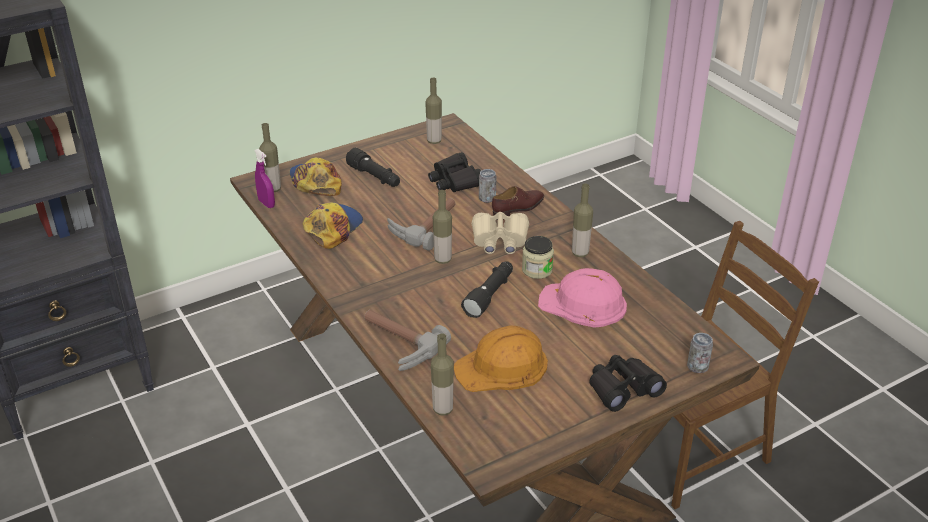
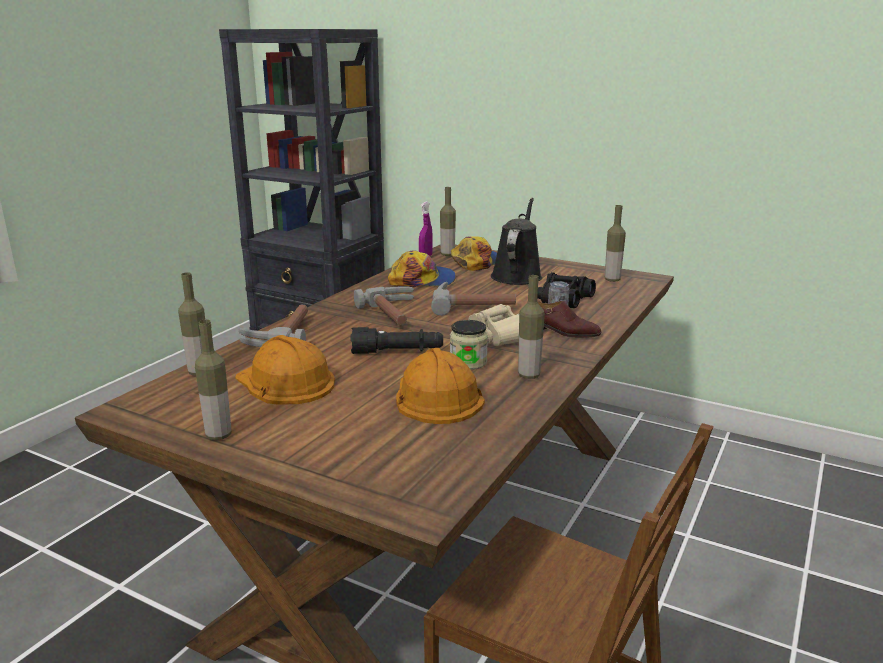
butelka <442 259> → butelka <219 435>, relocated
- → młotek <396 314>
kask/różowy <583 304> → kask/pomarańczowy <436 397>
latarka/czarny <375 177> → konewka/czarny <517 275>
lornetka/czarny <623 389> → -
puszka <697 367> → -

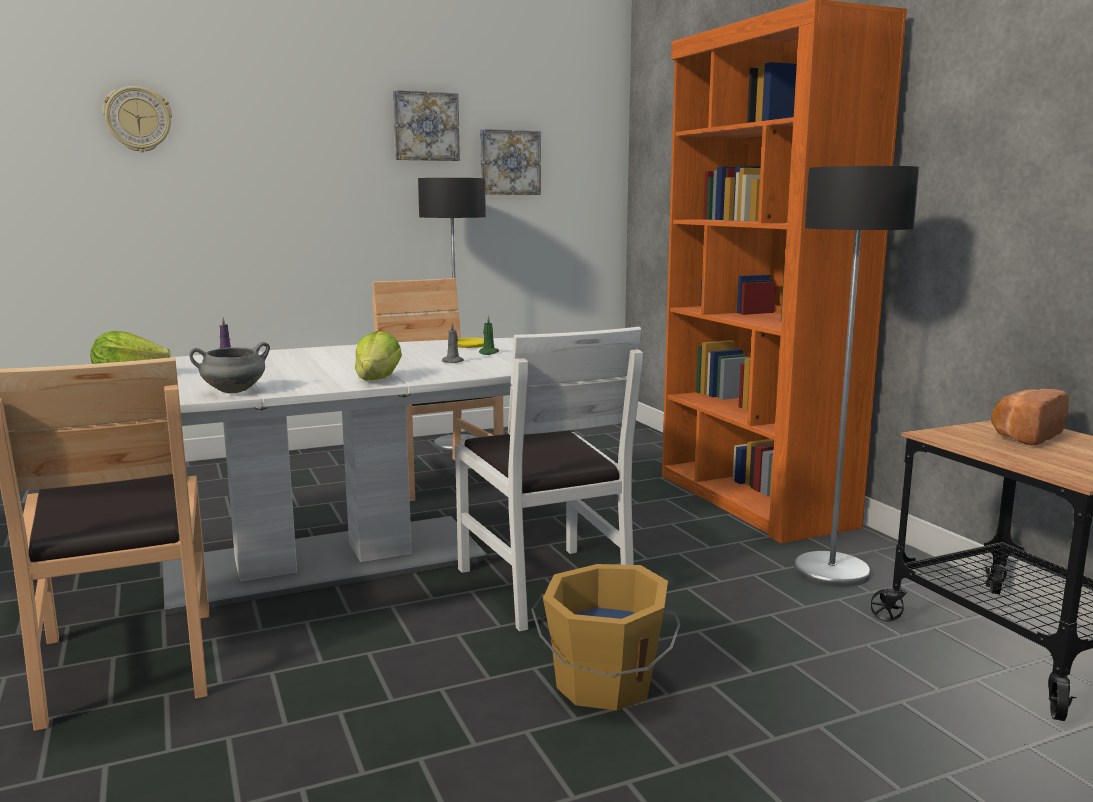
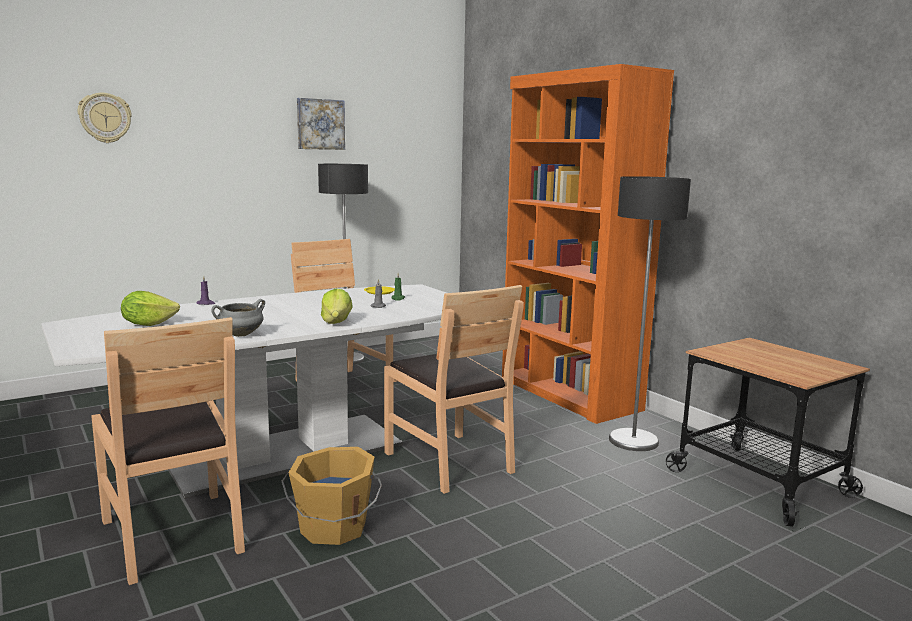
wiadro/pomarańczowy <604 684> → wiadro/pomarańczowy <333 528>, relocated
krzesło/biały <545 586> → krzesło/brązowy <449 461>
obraz <509 163> → -
chleb <1024 436> → -

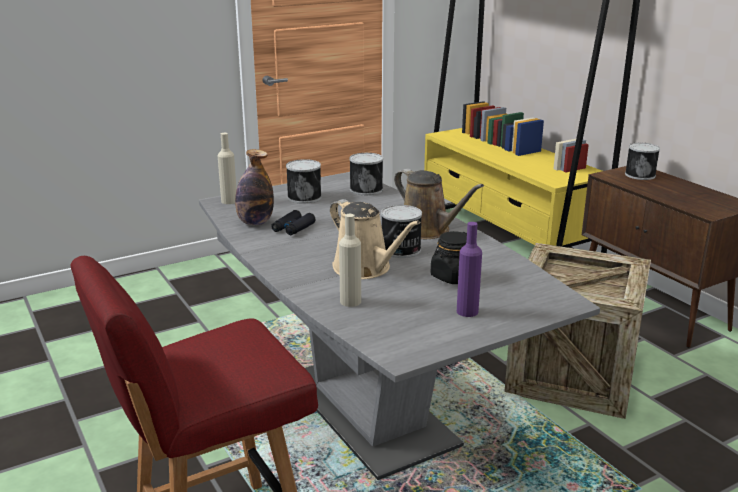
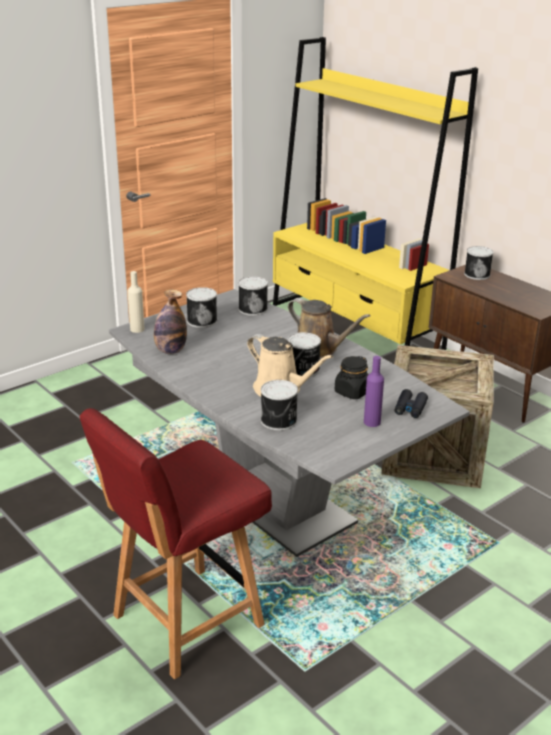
butelka/beżowy <350 301> → puszka <279 421>
lornetka/czarny <293 228> → lornetka/czarny <410 408>, relocated

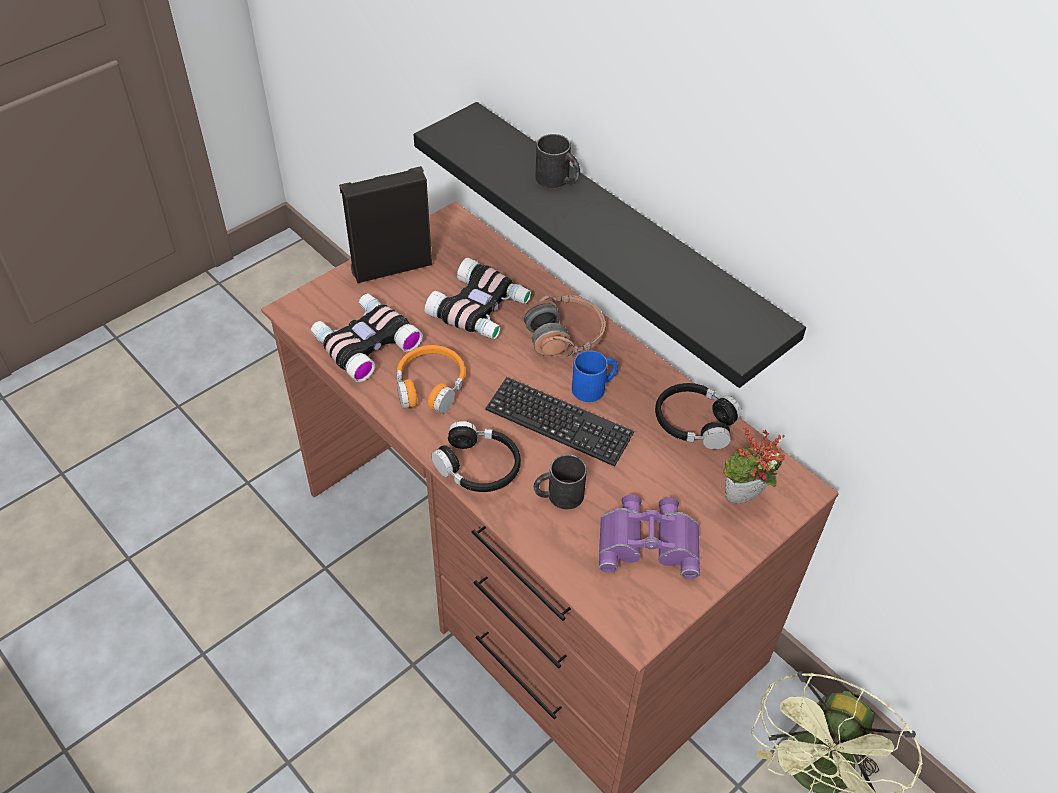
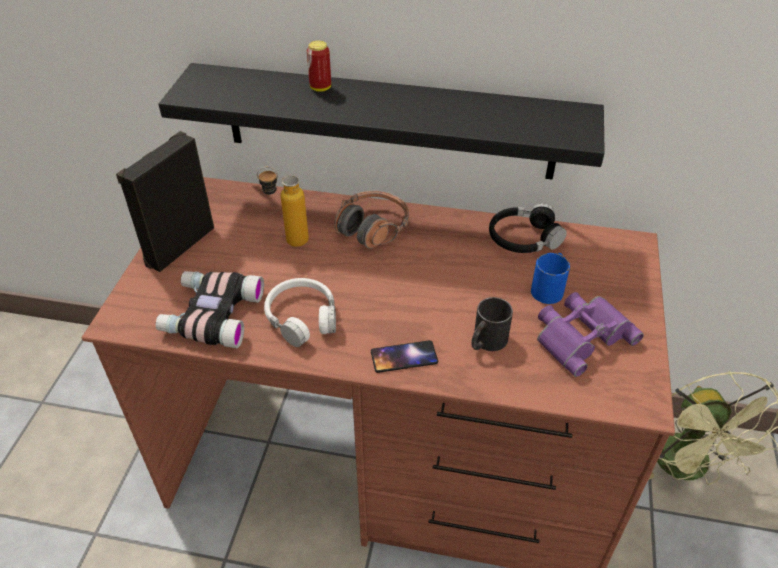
lornetka <481 309> → butelka <288 241>
słuchawki/pomarańczowy <430 386> → słuchawki/biały <302 318>
kubek/czarny <558 180> → puszka <320 88>
słuchawki/czarny <478 467> → telefon <404 357>
kubek/niebieski <594 387> → kubek/niebieski <549 287>, relocated
klawiatura <558 423> → -
roślina doniczkowa <743 500> → -

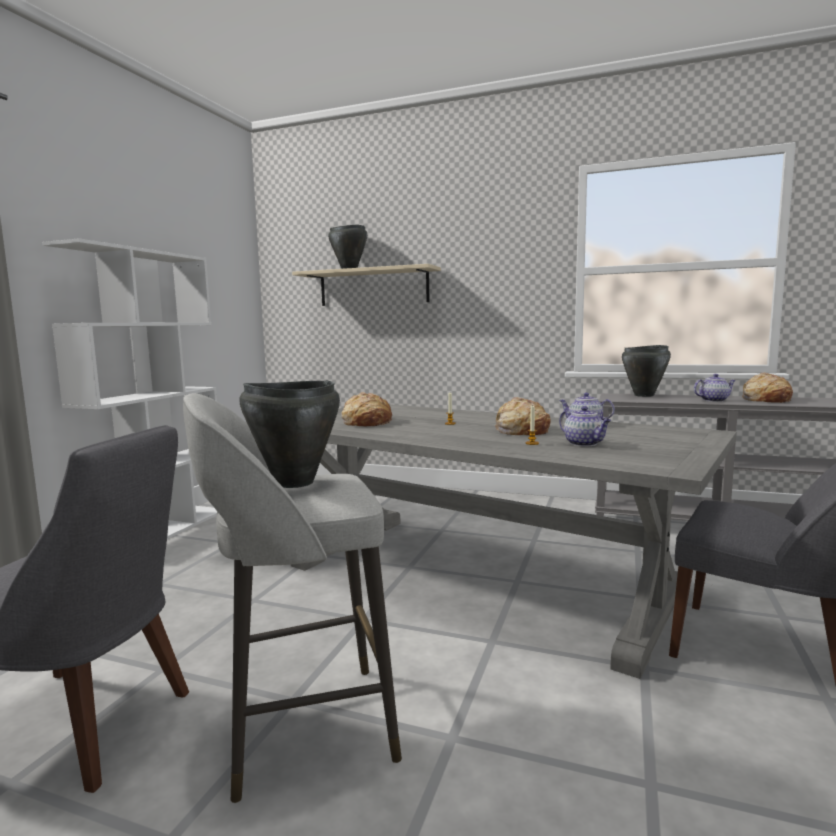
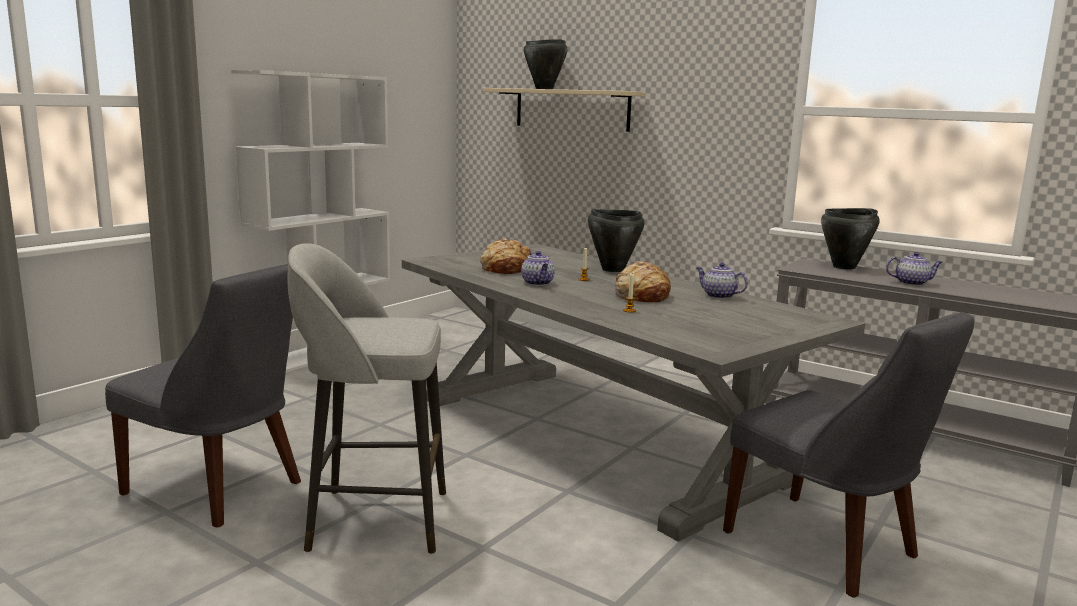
imbryk <584 444> → imbryk <538 283>, relocated
garnek/czarny <293 482> → garnek/czarny <612 269>, relocated
chleb <766 399> → -

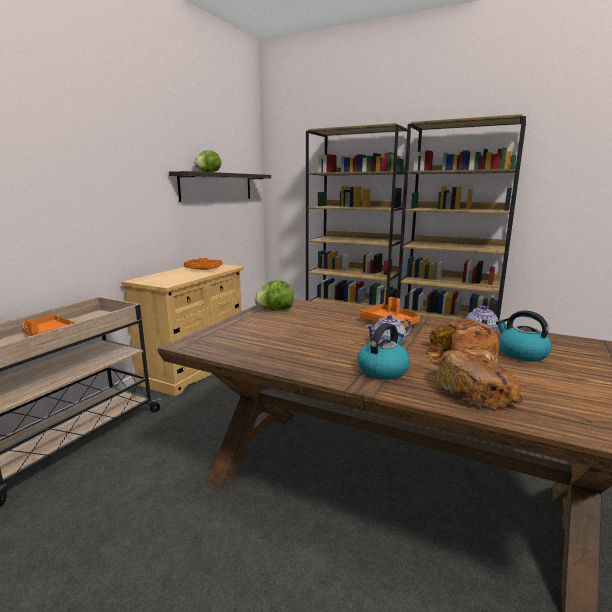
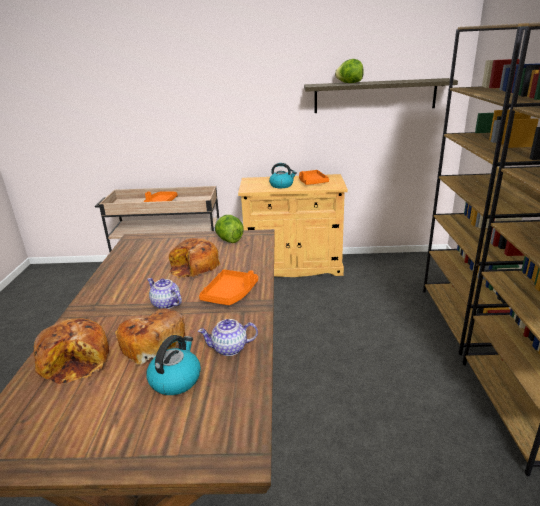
- → chleb <194 267>
czajnik <383 370> → czajnik <282 185>, relocated

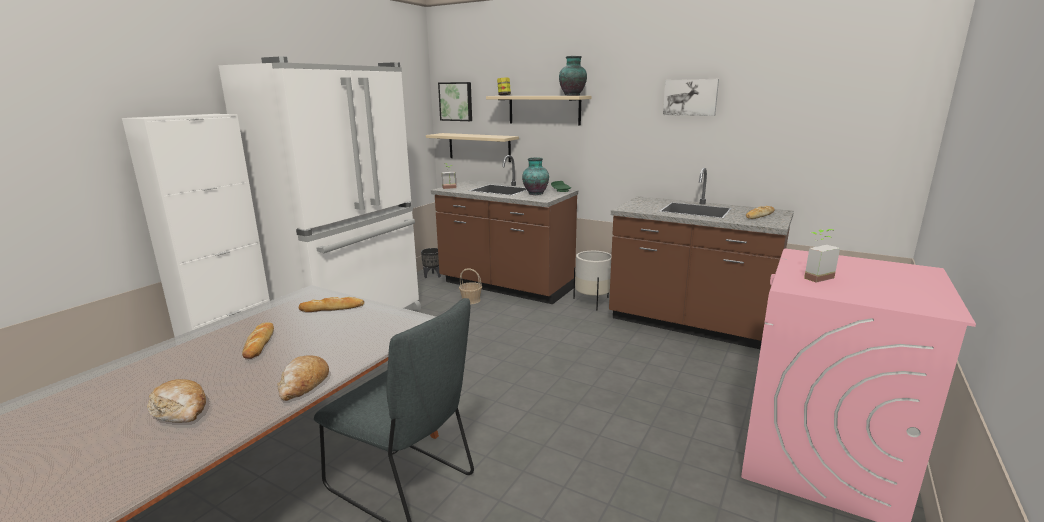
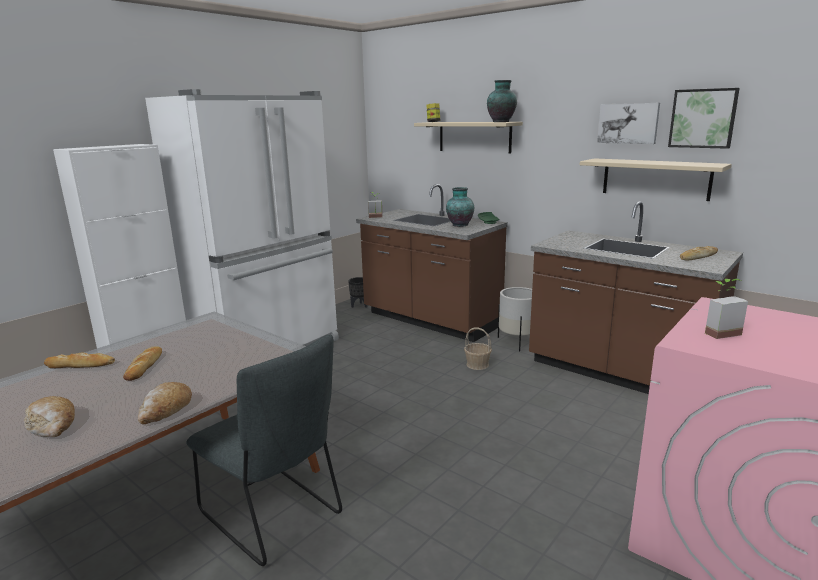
chleb <332 308> → chleb <80 365>, relocated
koszyk <471 300> → koszyk <477 365>, relocated
półka/beżowy <479 147> → półka/beżowy <655 179>, relocated
obraz <456 101> → obraz <703 118>, relocated

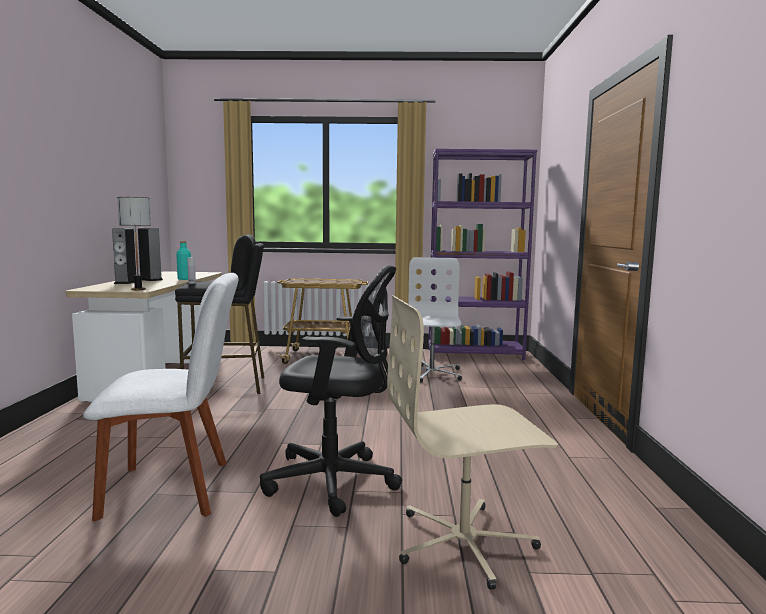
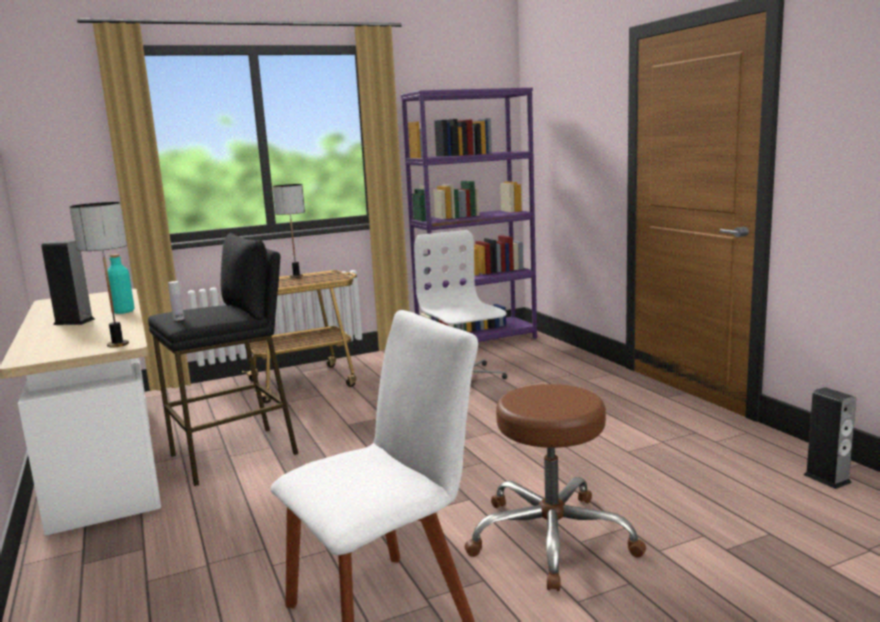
- → lampa stołowa <296 276>
krzesło biurowe/czarny <336 482> → stołek/brązowy <550 538>
głośnik <126 282> → głośnik <827 478>, relocated
krzesło biurowe/beżowy <464 543> → -

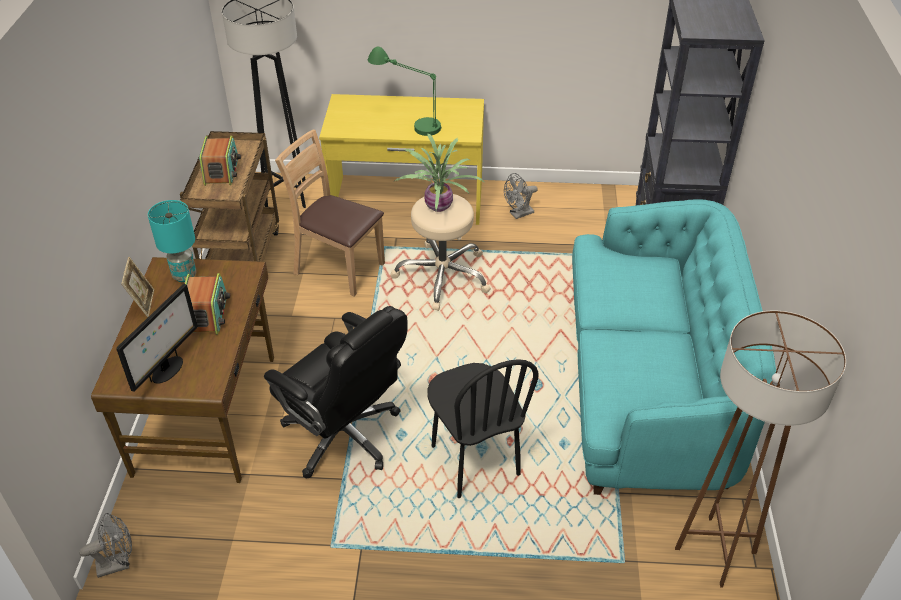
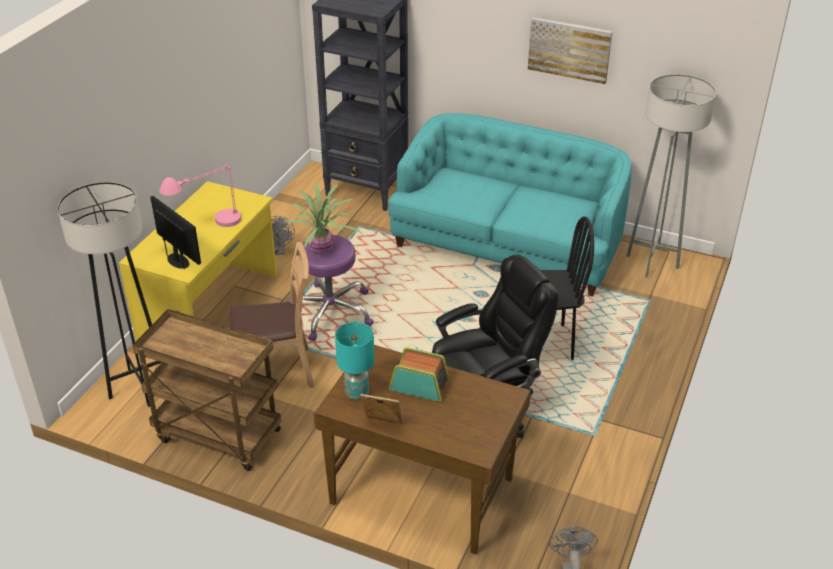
monitor <167 370> → monitor <179 261>, relocated
lampa stołowa/zielony <407 121> → lampa stołowa/różowy <207 227>
krzesło/brązowy <338 267> → krzesło/brązowy <277 371>, 150 degrees counterclockwise
stołek/beżowy <443 276> → stołek/fioletowy <330 311>
- → obraz <569 49>
lampa stojąca/brązowy <715 550> → lampa stojąca/szary <652 262>
radio <222 171> → -

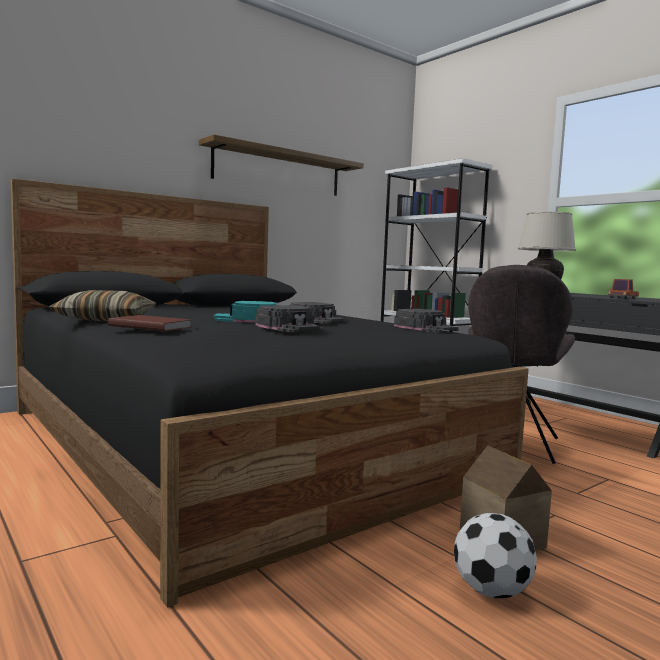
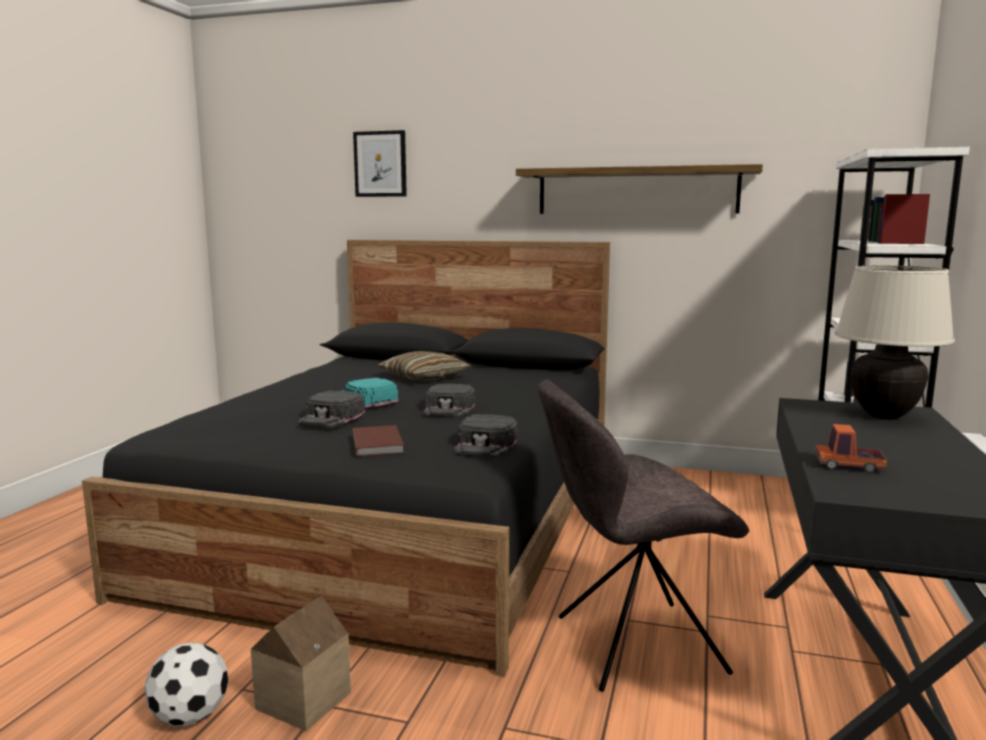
książka/brązowy <151 326> → książka/brązowy <379 443>, relocated
- → obraz <380 164>
poduszka <106 320> → poduszka <424 377>, relocated

